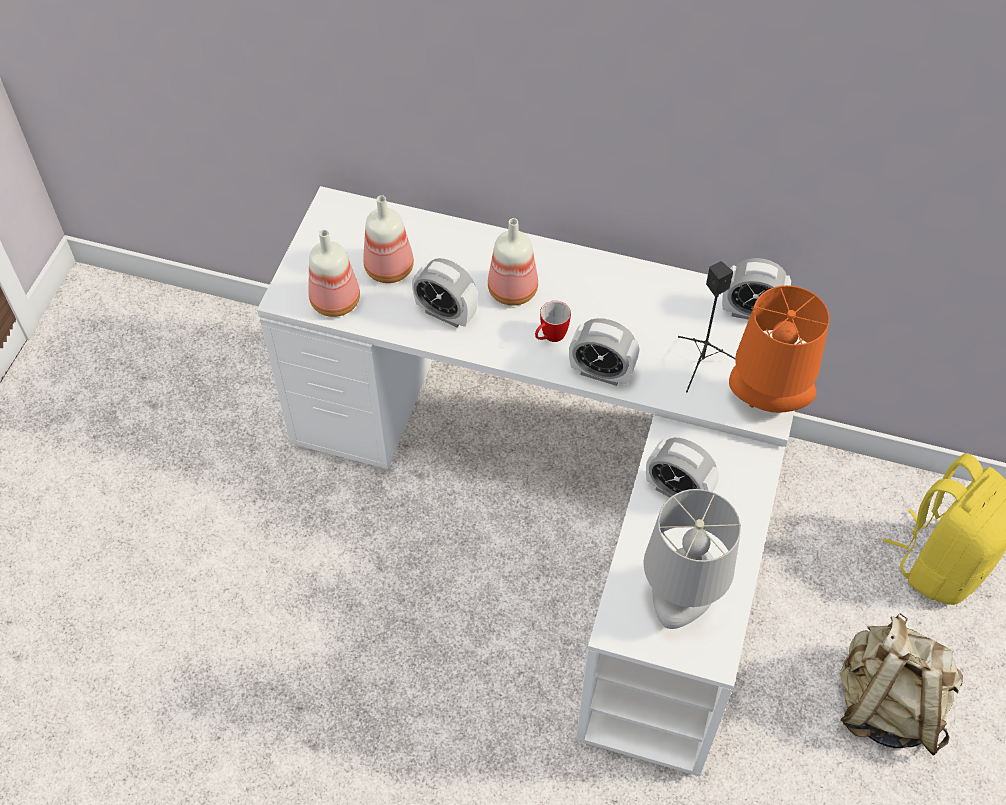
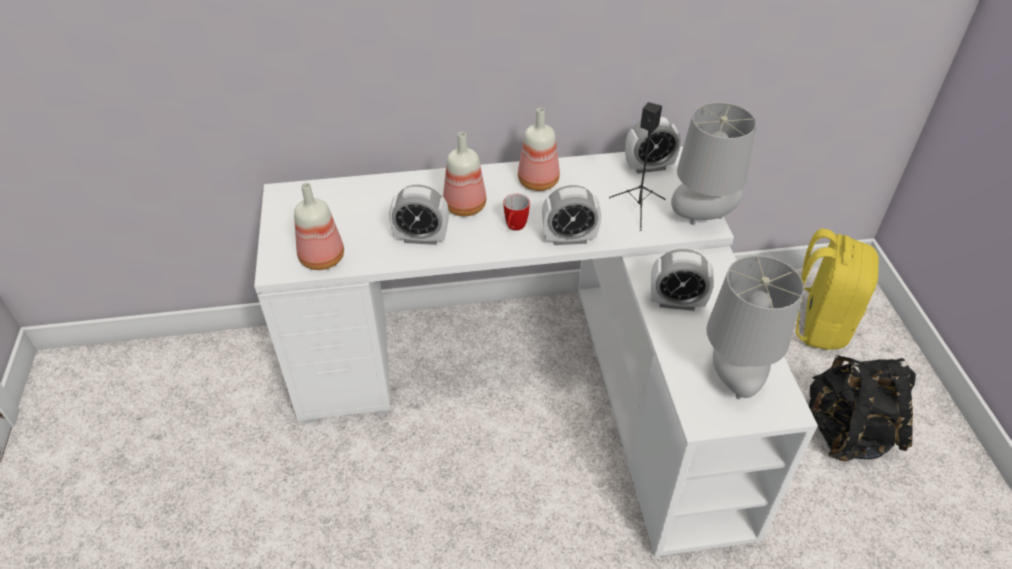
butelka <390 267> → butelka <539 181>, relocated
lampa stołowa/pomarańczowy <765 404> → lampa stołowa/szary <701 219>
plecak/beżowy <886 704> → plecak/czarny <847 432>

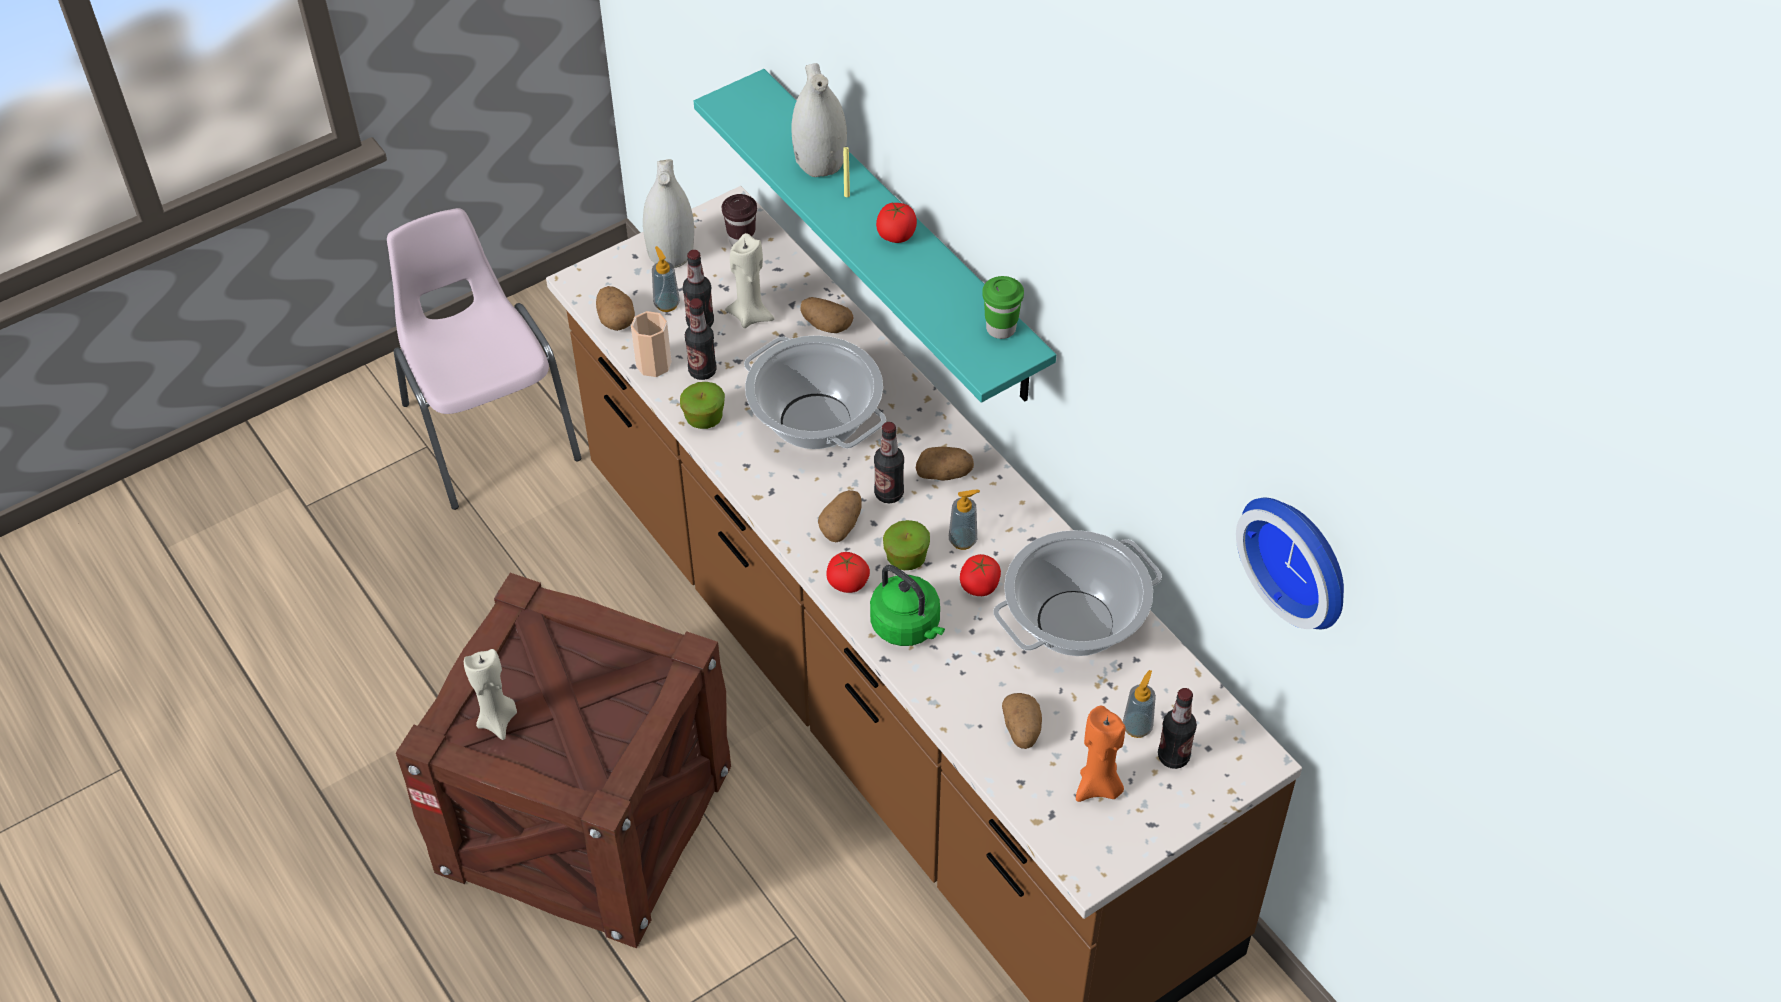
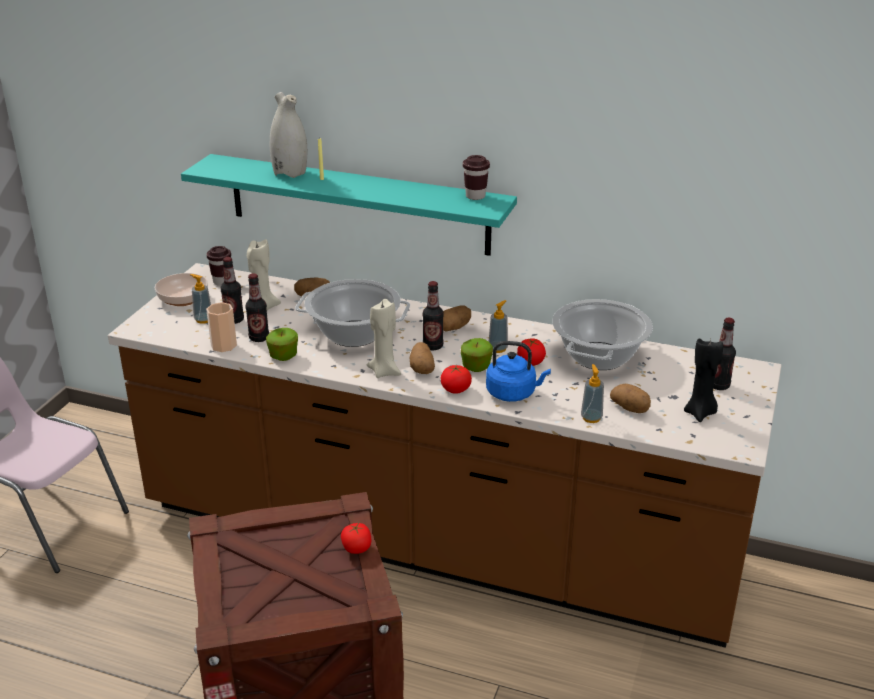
wazon/biały <671 252> → miska <182 299>
pomidor <896 235> → pomidor <357 548>, relocated
świeca/beżowy <498 720> → świeca/beżowy <385 371>, relocated
filiżanka/zielony <1001 329> → filiżanka/brązowy <475 196>
czajnik/zielony <908 627> → czajnik/niebieski <513 393>
dozownik mydła <1137 727> → dozownik mydła <591 418>, relocated
świeca/pomarańczowy <1099 787> → świeca/czarny <700 413>
ziemniak <616 320> → -
zegar ścienny <1301 557> → -

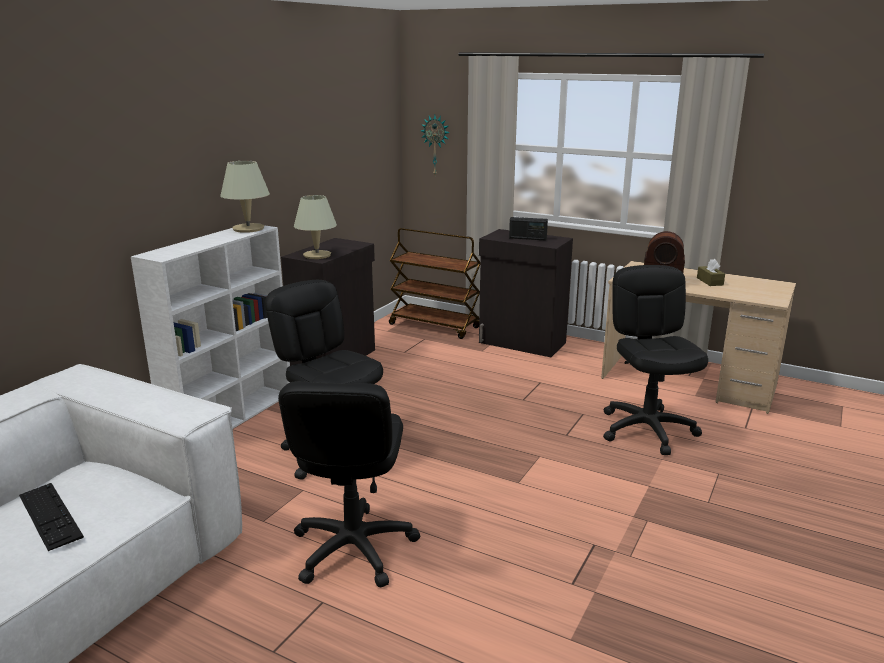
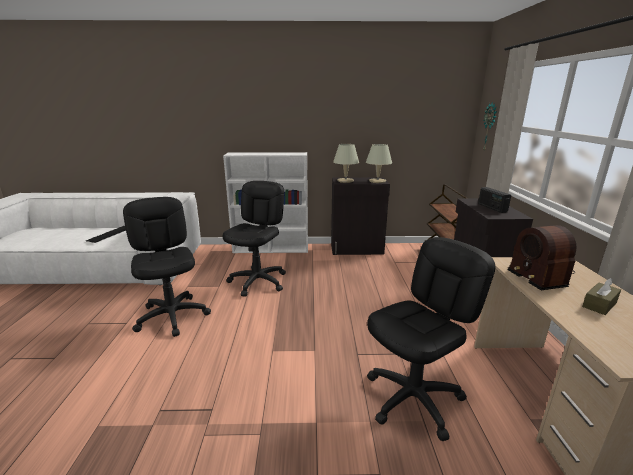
krzesło biurowe/czarny <353 549> → krzesło biurowe/czarny <173 316>, 90 degrees clockwise
lampa stołowa/beżowy <248 229> → lampa stołowa/beżowy <377 181>, relocated

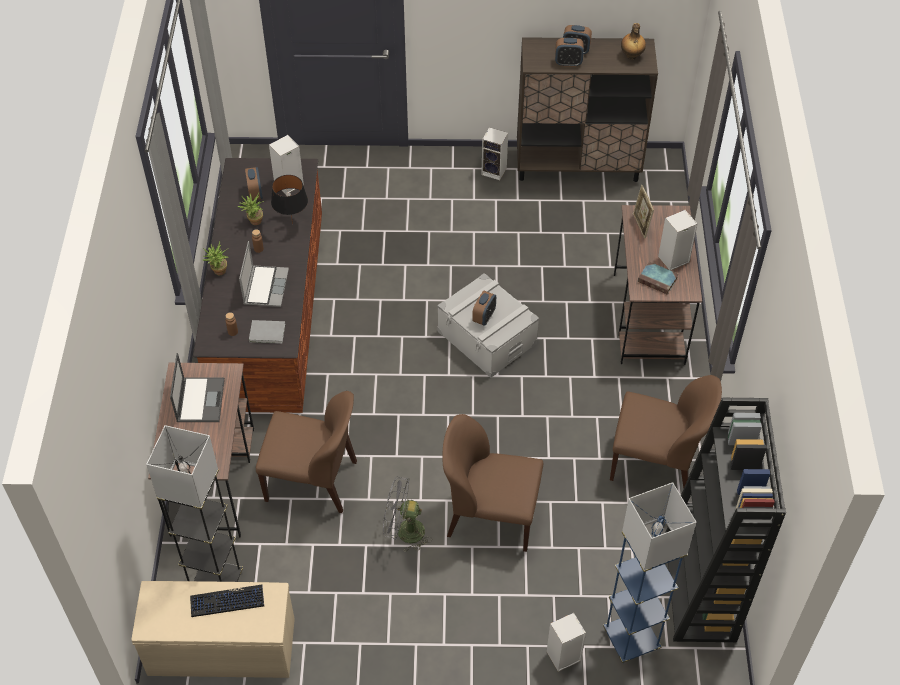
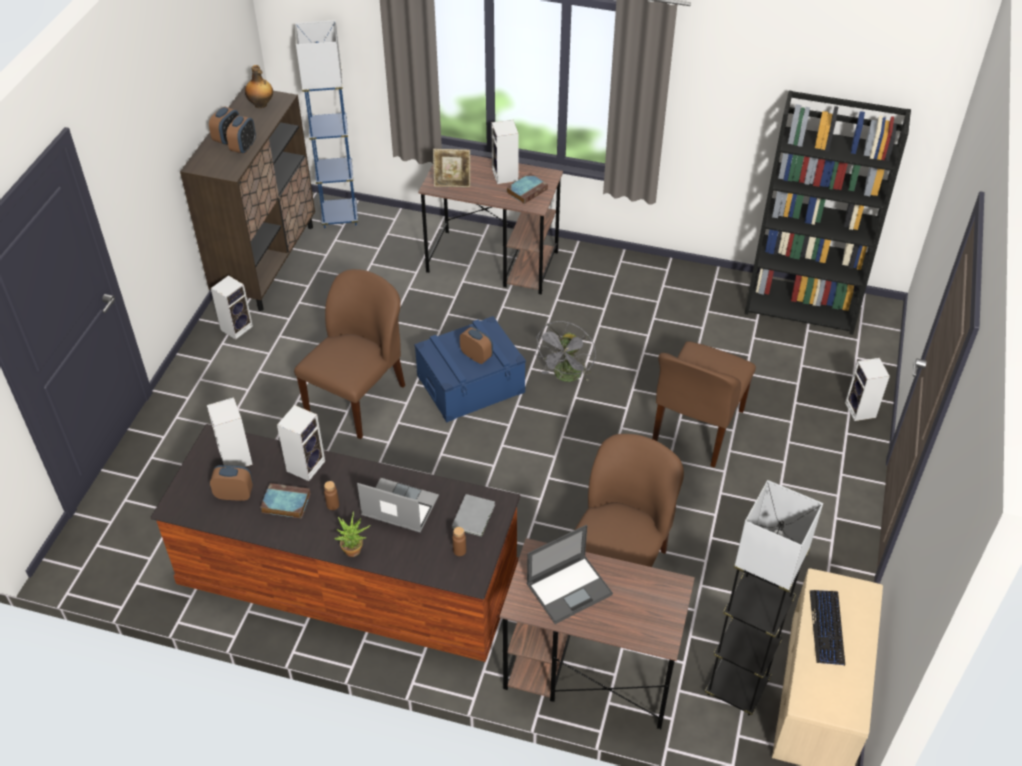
roślina doniczkowa <254 222> → książka <285 503>
lampa stołowa/czarny <292 223> → głośnik <306 465>
krzesło/brązowy <656 463> → krzesło/brązowy <357 398>, relocated
lampa stojąca/niebieski <631 639> → lampa stojąca/niebieski <340 216>, relocated
pojemnik do przechowywania/szary <487 337> → pojemnik do przechowywania/niebieski <470 383>
laptop <200 399> → laptop <570 588>, 135 degrees clockwise
wentylator/szary <404 532> → wentylator/szary <566 377>, relocated

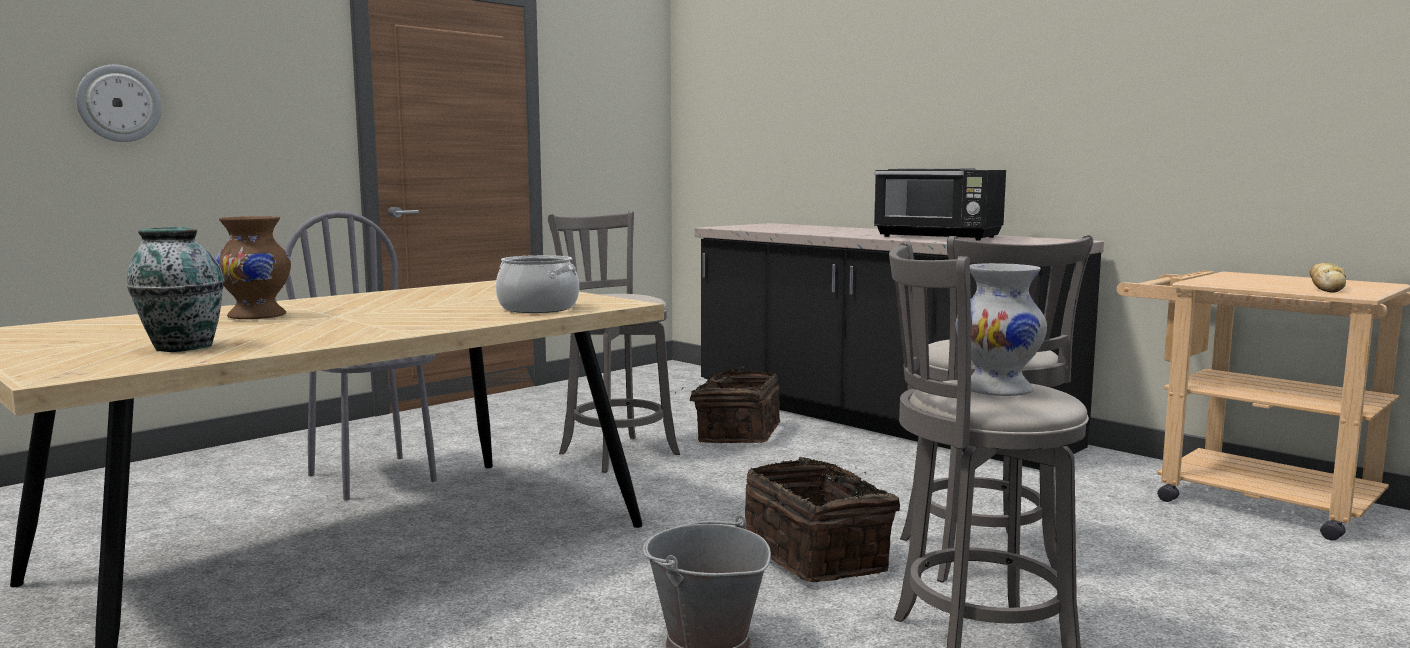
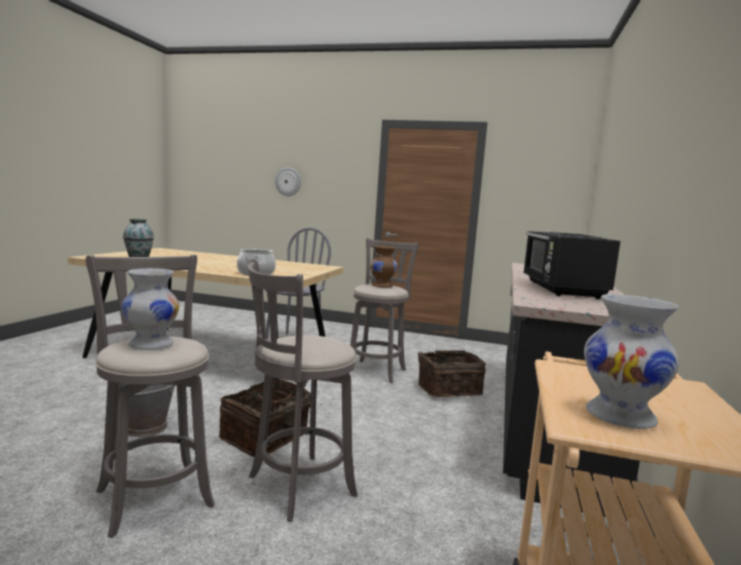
wazon/brązowy <258 316> → wazon/brązowy <382 286>, relocated
chleb <1326 287> → wazon/biały <621 416>

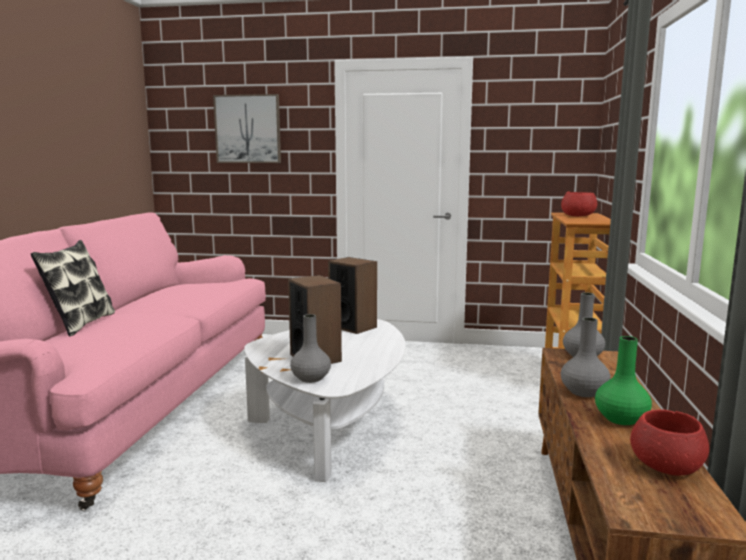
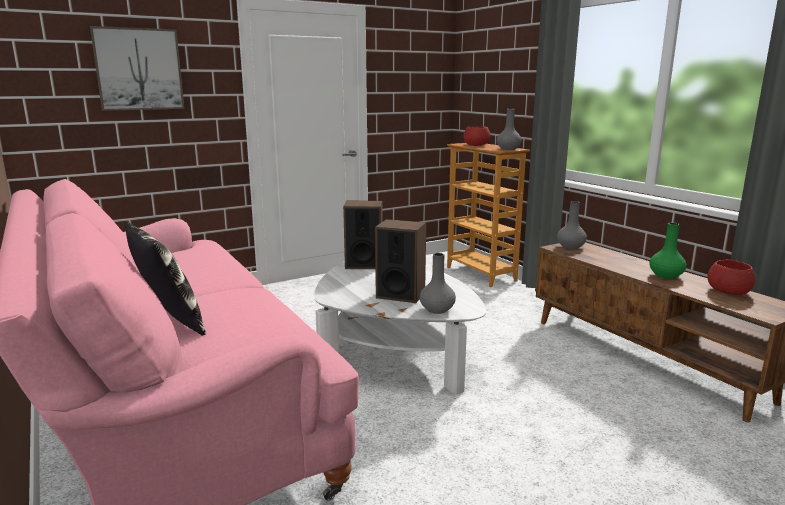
wazon/szary <584 392> → wazon/szary <508 149>, relocated

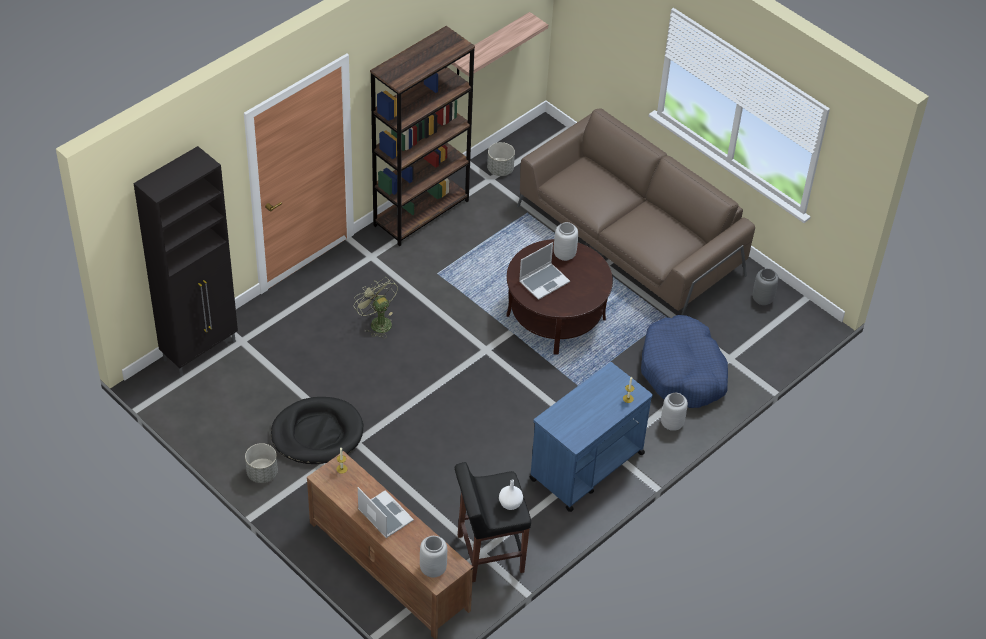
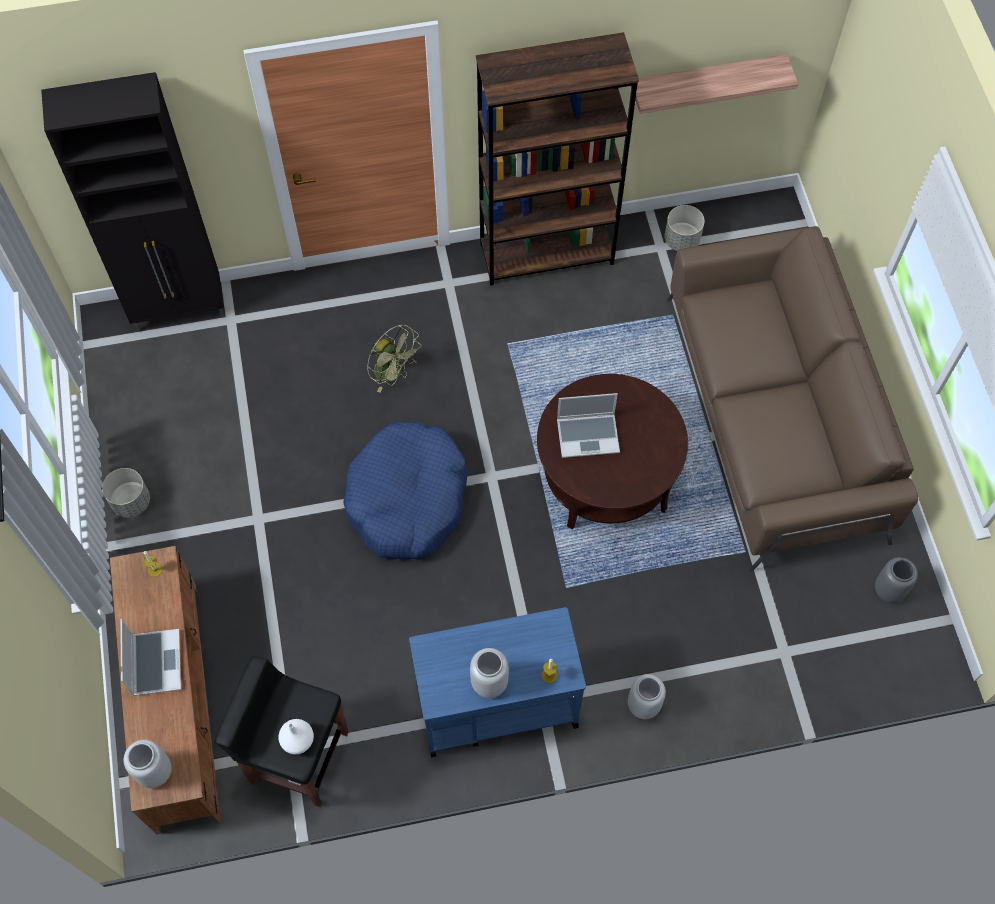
legowisko/niebieski <683 371> → legowisko/niebieski <407 499>, relocated
wentylator/zielony <377 322> → wentylator/zielony <394 373>, 135 degrees clockwise
wazon/szary <564 255> → wazon/szary <488 683>, relocated
legowisko/czarny <317 433> → -

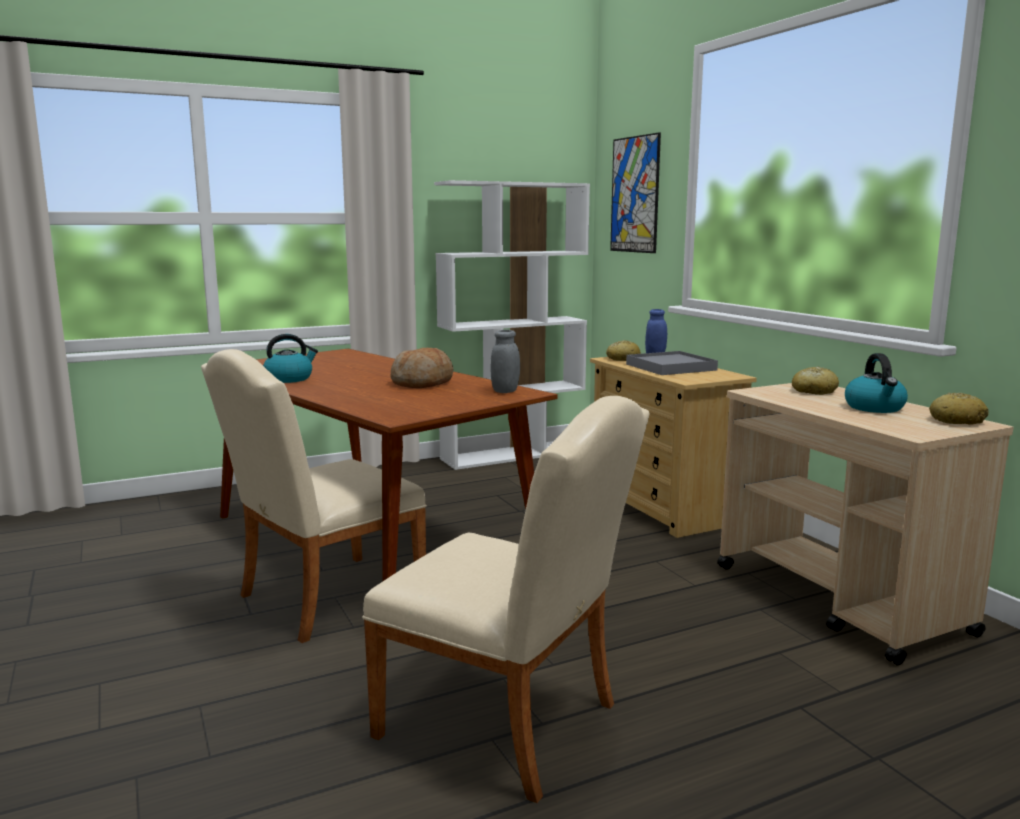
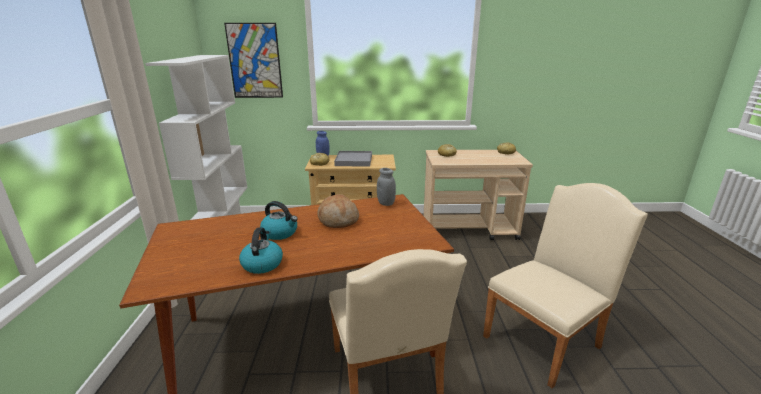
czajnik <875 408> → czajnik <280 233>, relocated

